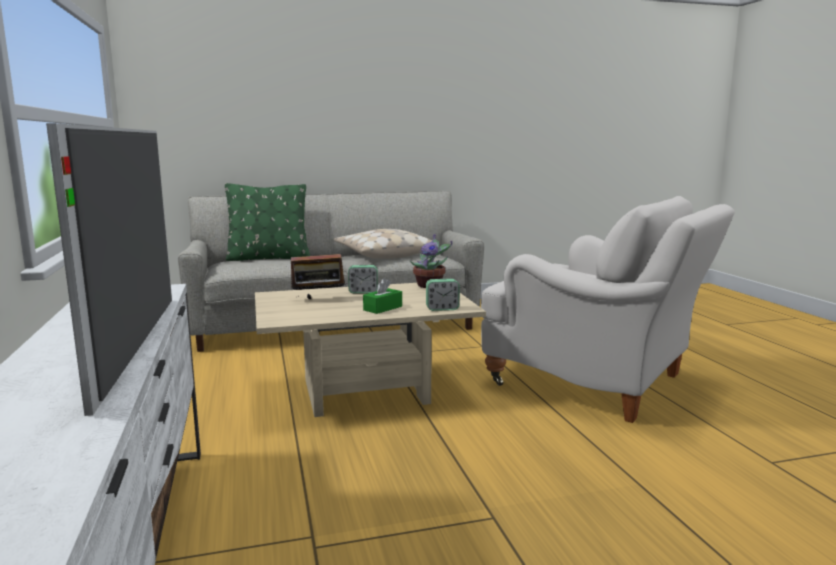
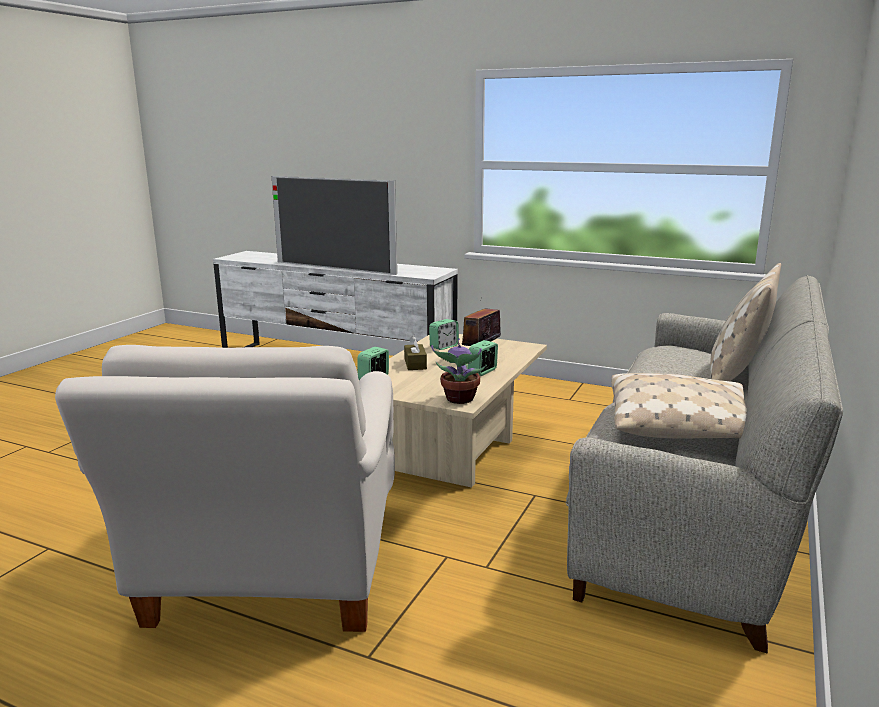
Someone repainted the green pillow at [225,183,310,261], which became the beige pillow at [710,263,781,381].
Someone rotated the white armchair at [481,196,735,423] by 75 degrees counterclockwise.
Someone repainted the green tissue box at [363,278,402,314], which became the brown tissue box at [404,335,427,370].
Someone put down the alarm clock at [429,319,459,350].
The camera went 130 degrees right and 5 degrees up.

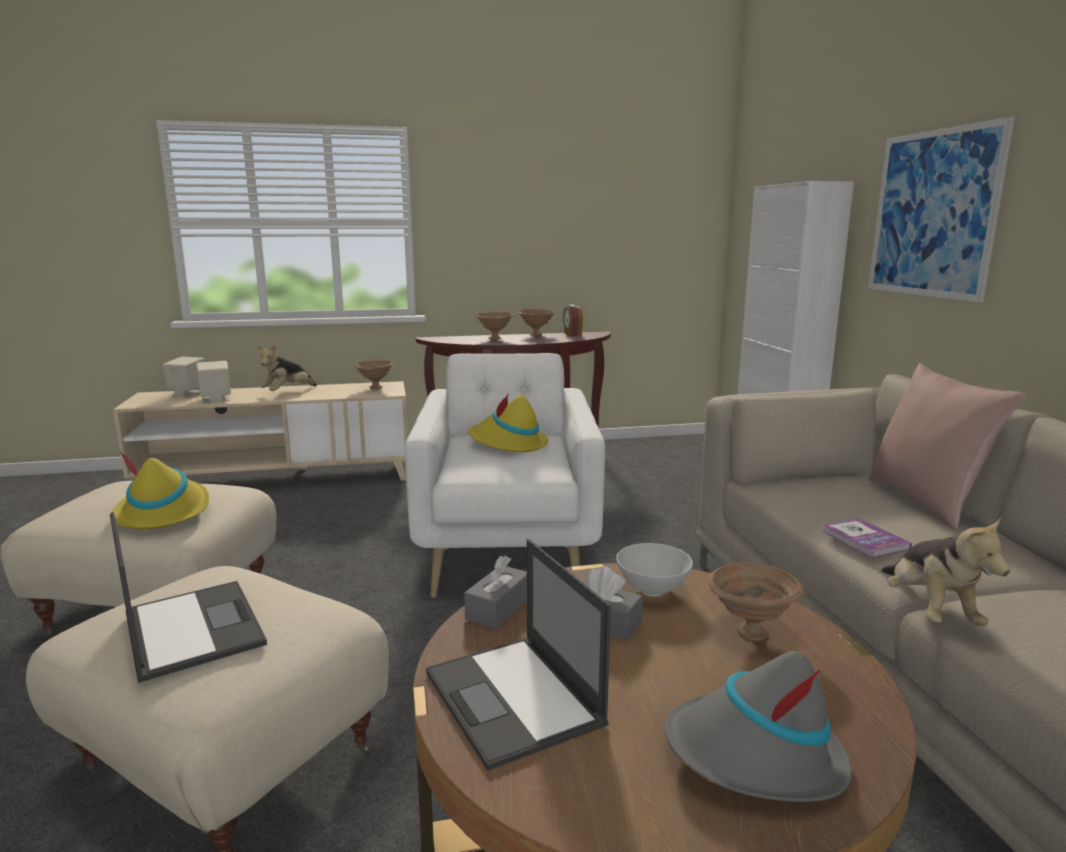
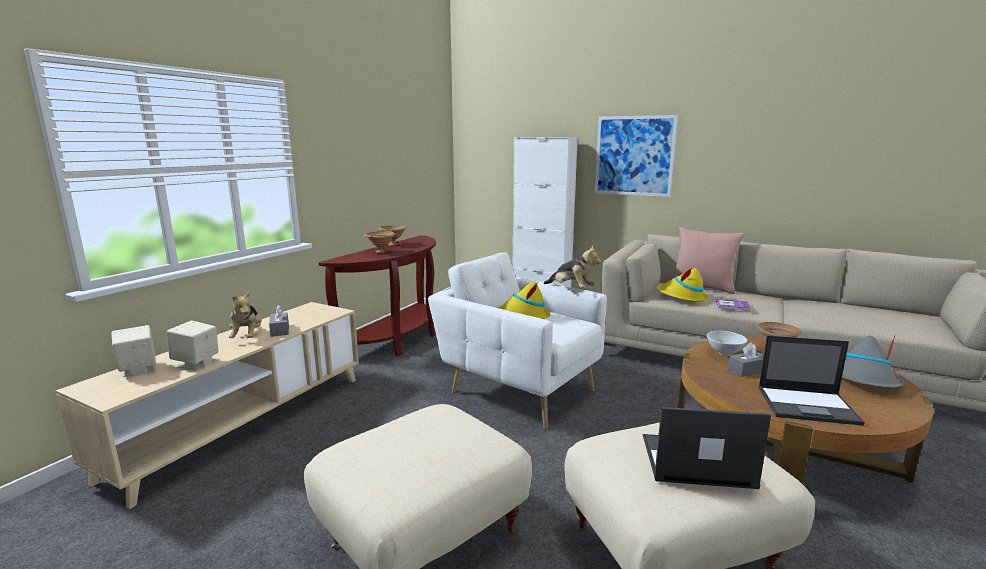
Someone took away the alarm clock at [563,305,583,336].
Someone took away the brown bowl at [354,360,394,389].
Someone carried the yellow hat from [111,451,209,529] to [657,267,708,302].
Someone carried the plush toy from [881,517,1010,626] to [543,245,602,288].
Someone carried the grey tissue box from [464,556,527,629] to [269,305,289,337].
The camera went 50 degrees left and 0 degrees up.

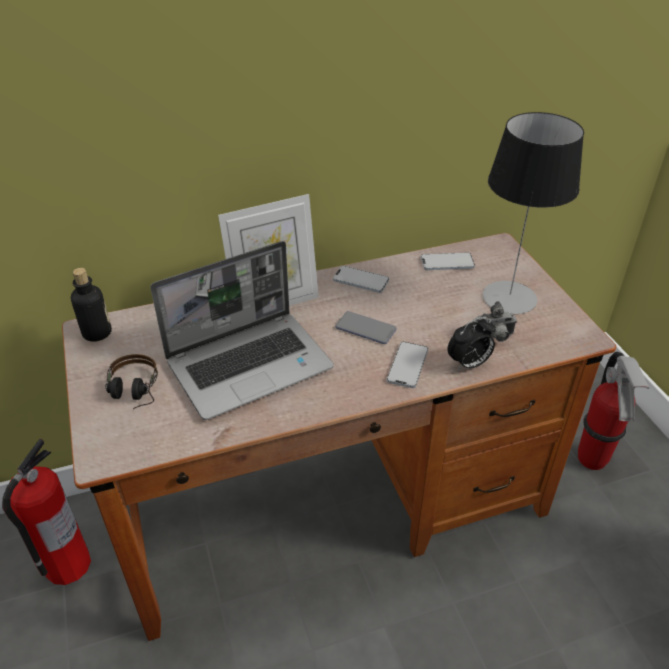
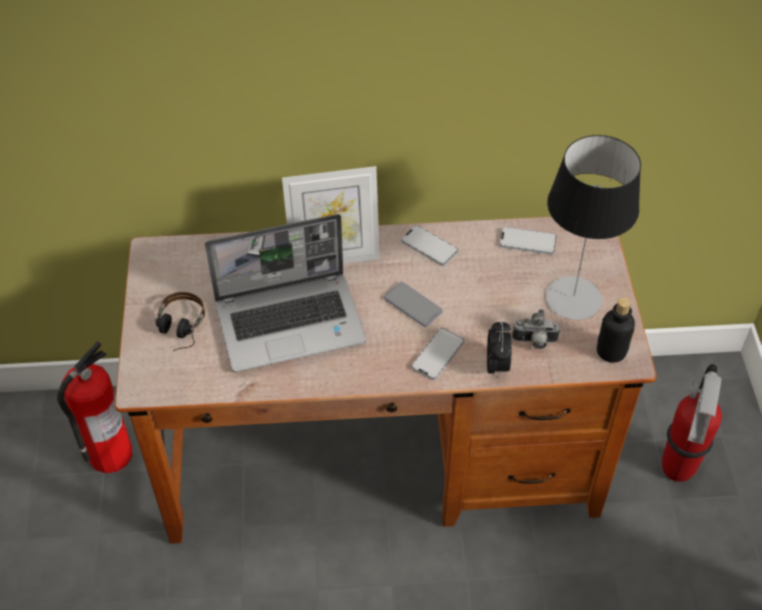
Someone carried the bottle from [71,268,112,342] to [597,298,635,363].
Someone rotated the alarm clock at [448,317,496,370] by 75 degrees counterclockwise.
The camera went 15 degrees right and 10 degrees up.

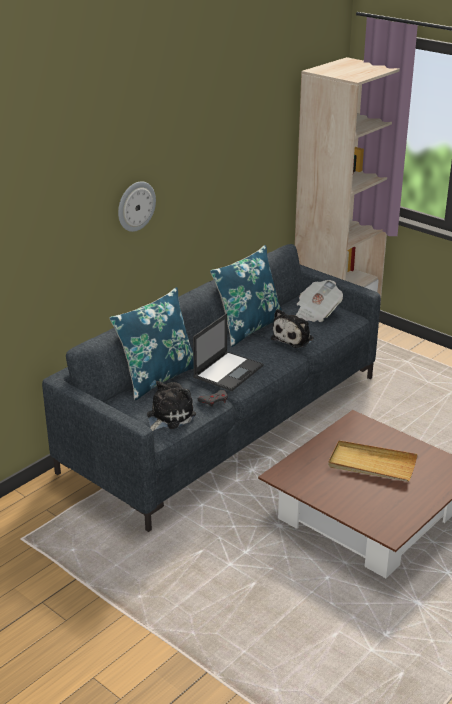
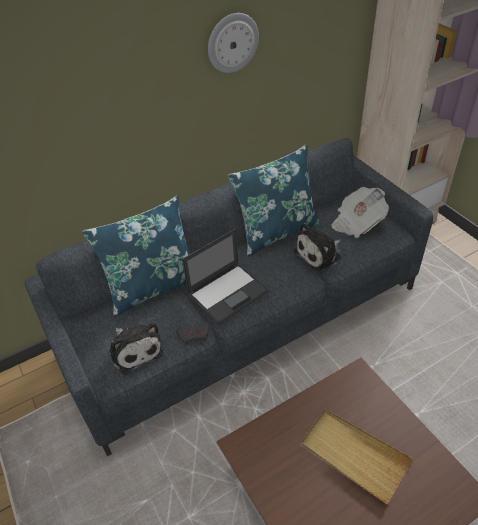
Someone carried the wall clock from [118,181,156,232] to [208,13,259,73].
Someone rotated the plush toy at [147,381,196,431] by 90 degrees clockwise.
The camera went 20 degrees right and 15 degrees up.

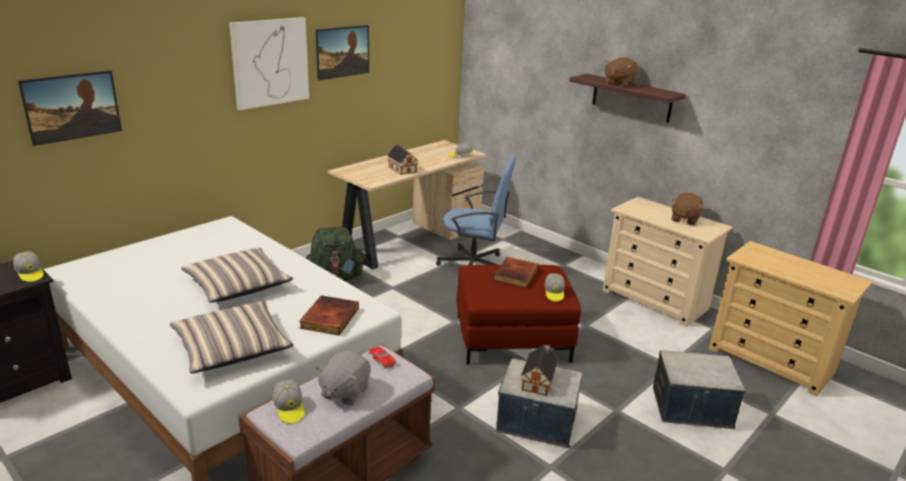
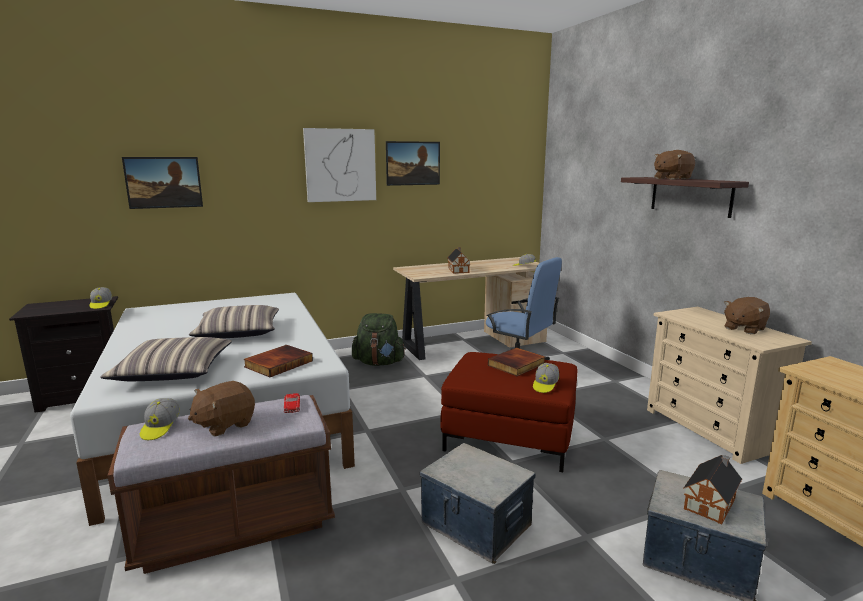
Someone carried the toy house from [521,345,558,396] to [683,455,742,525].
Someone repainted the grey plush toy at [316,351,371,405], which became the brown plush toy at [188,381,255,436].
The camera went 25 degrees right and 10 degrees down.

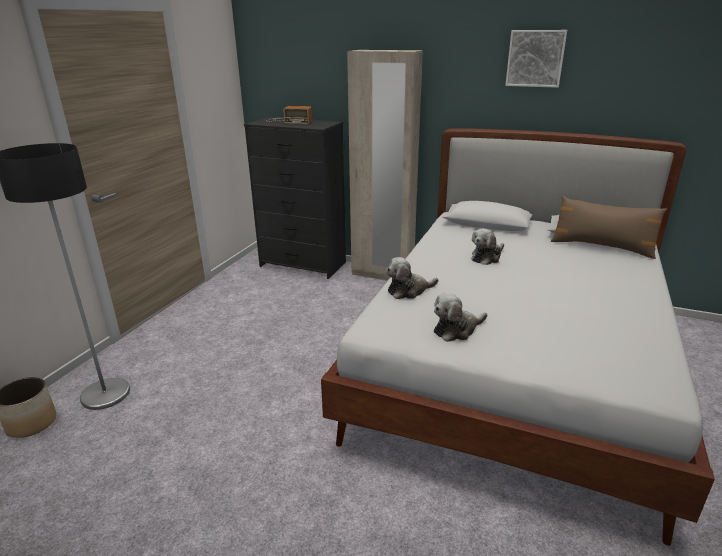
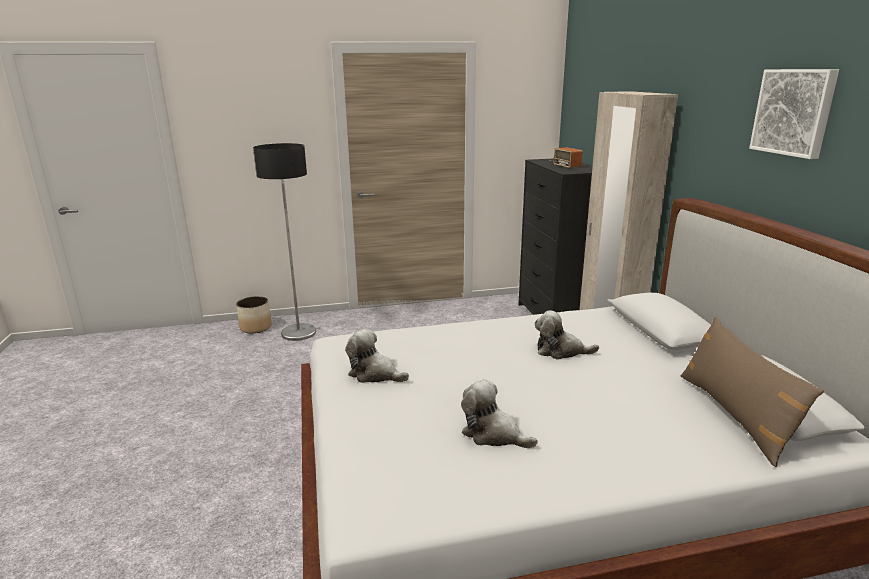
Someone carried the plush toy from [386,257,438,299] to [461,380,538,448].
The camera went 55 degrees right and 5 degrees down.

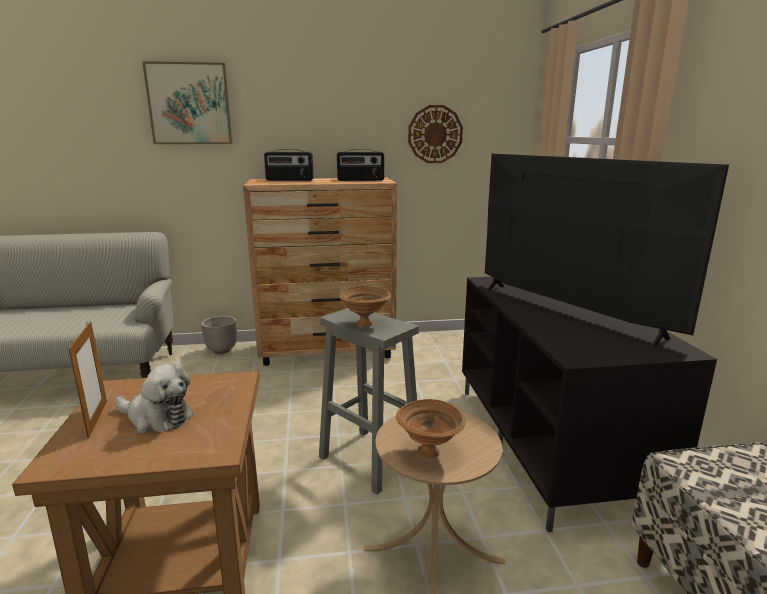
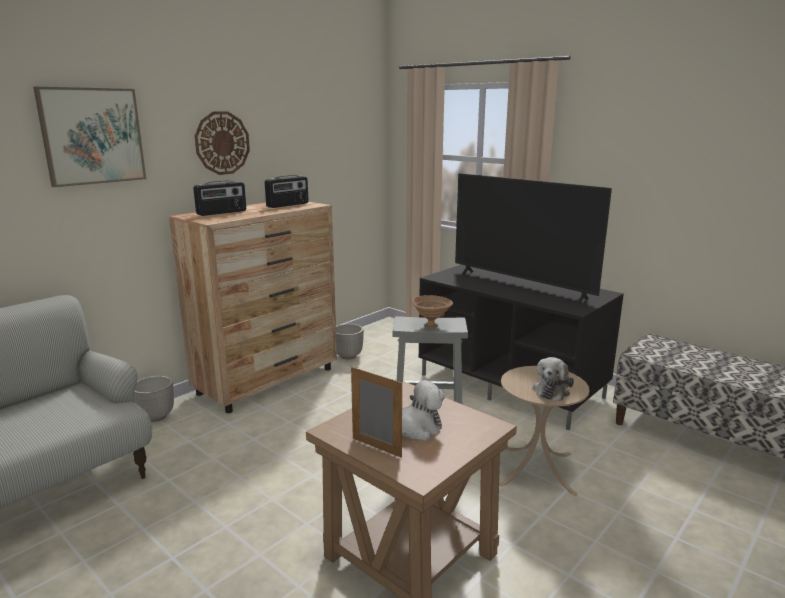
Someone carried the wall clock from [408,105,463,163] to [195,111,250,175].
Someone rotated the television at [485,153,729,347] by 150 degrees counterclockwise.
Someone swapped the brown bowl at [396,399,466,458] for the plush toy at [533,357,574,401].
Someone put down the planter at [336,324,364,359].
The camera went 40 degrees left and 0 degrees up.

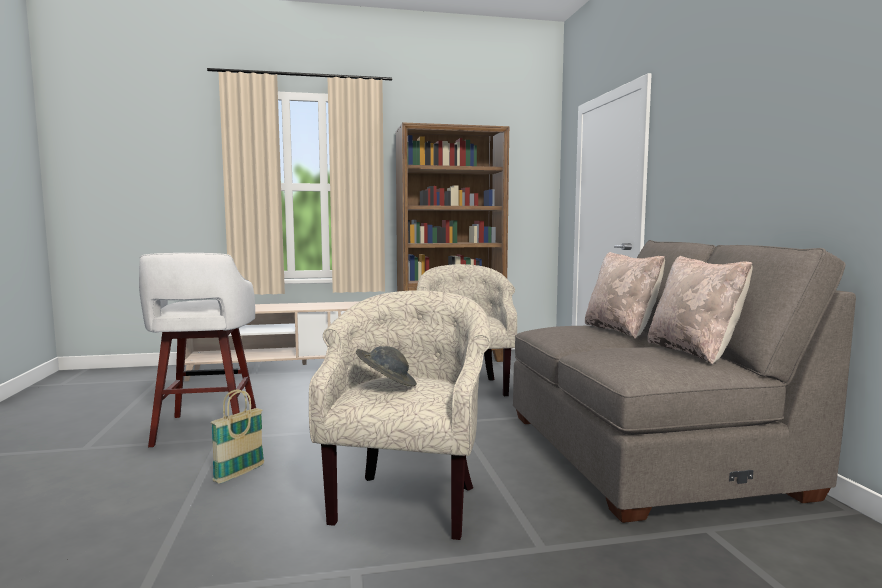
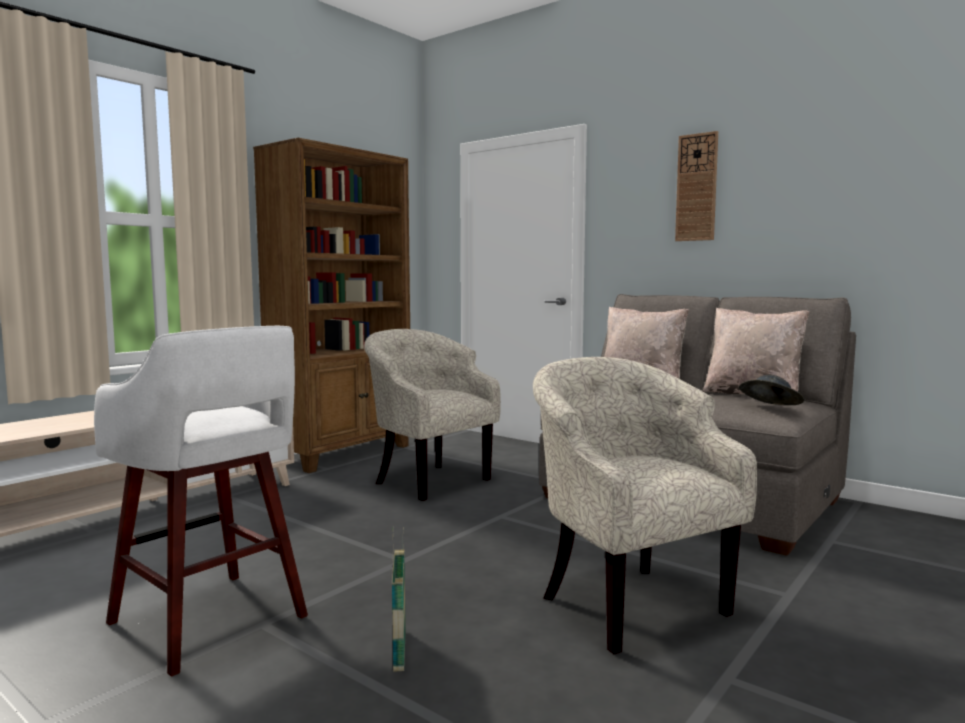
Someone carried the grey hat from [356,346,417,386] to [739,375,804,405].
Someone put up the wall clock at [675,131,718,241].
The camera went 40 degrees left and 0 degrees up.

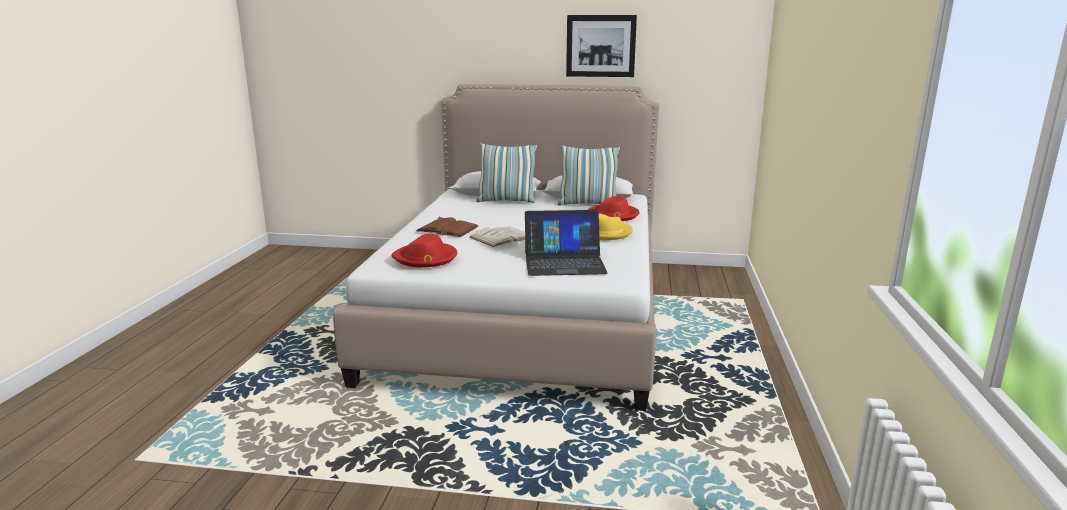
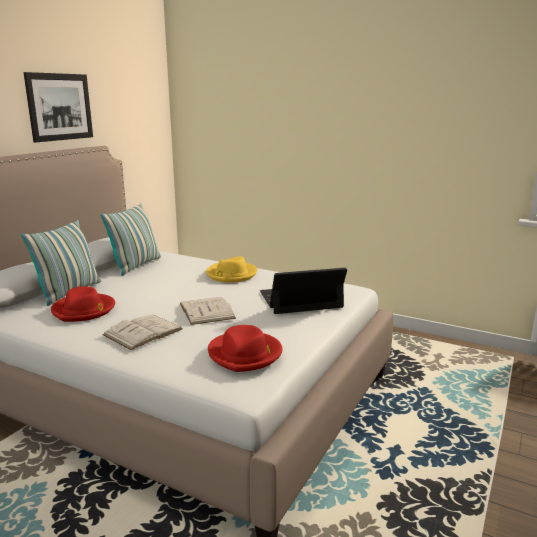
Someone carried the red hat from [588,196,639,221] to [51,286,115,322].
Someone rotated the laptop at [525,210,608,276] by 120 degrees counterclockwise.
Someone repainted the brown book at [416,217,479,237], which became the white book at [102,315,183,350].
The camera went 70 degrees left and 0 degrees up.

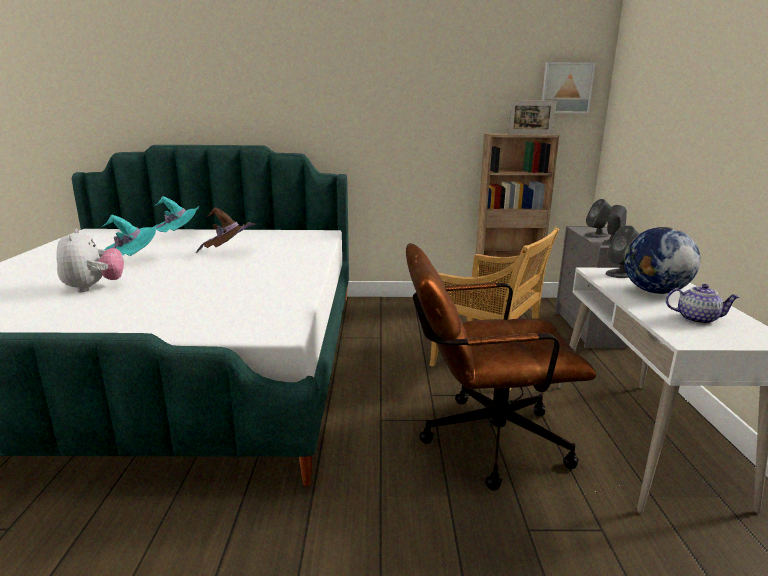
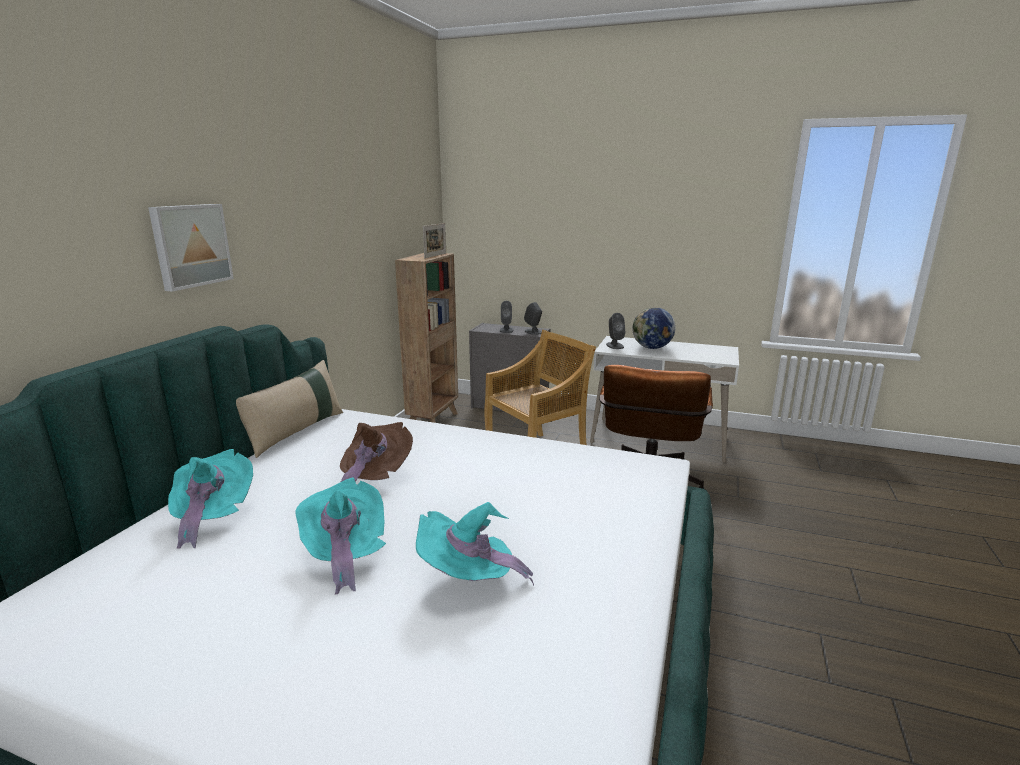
Someone carried the picture from [542,62,595,113] to [148,204,234,292].
Someone swapped the plush toy at [56,229,124,292] for the turquoise hat at [416,502,534,586].
Someone took away the teapot at [666,284,740,324].
Someone put down the beige pillow at [236,360,343,458].
The camera went 70 degrees left and 0 degrees up.

